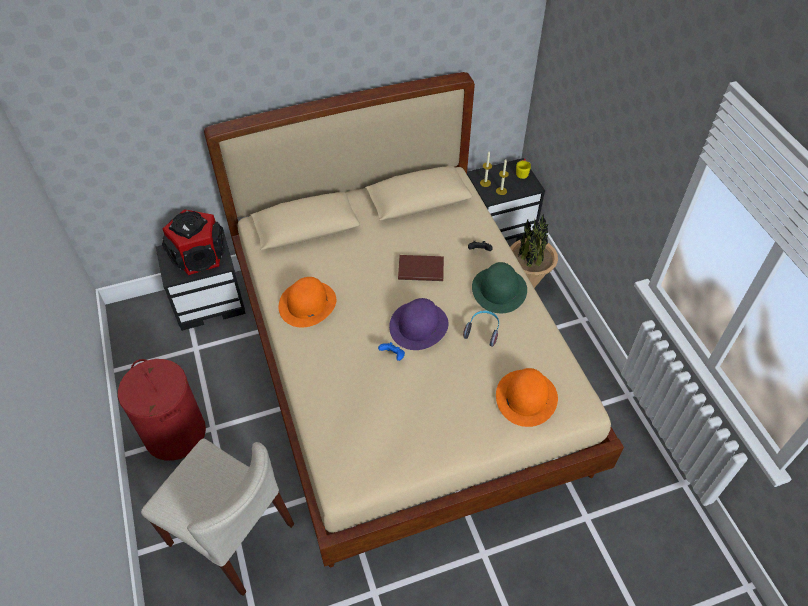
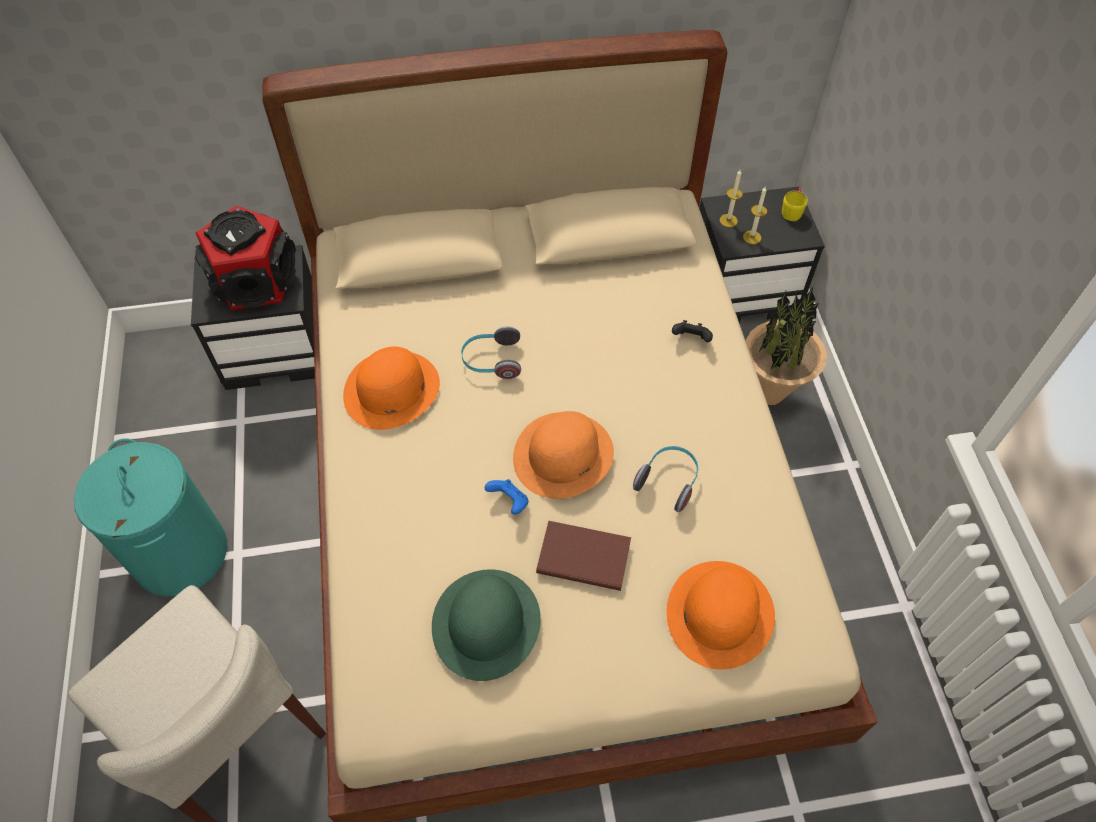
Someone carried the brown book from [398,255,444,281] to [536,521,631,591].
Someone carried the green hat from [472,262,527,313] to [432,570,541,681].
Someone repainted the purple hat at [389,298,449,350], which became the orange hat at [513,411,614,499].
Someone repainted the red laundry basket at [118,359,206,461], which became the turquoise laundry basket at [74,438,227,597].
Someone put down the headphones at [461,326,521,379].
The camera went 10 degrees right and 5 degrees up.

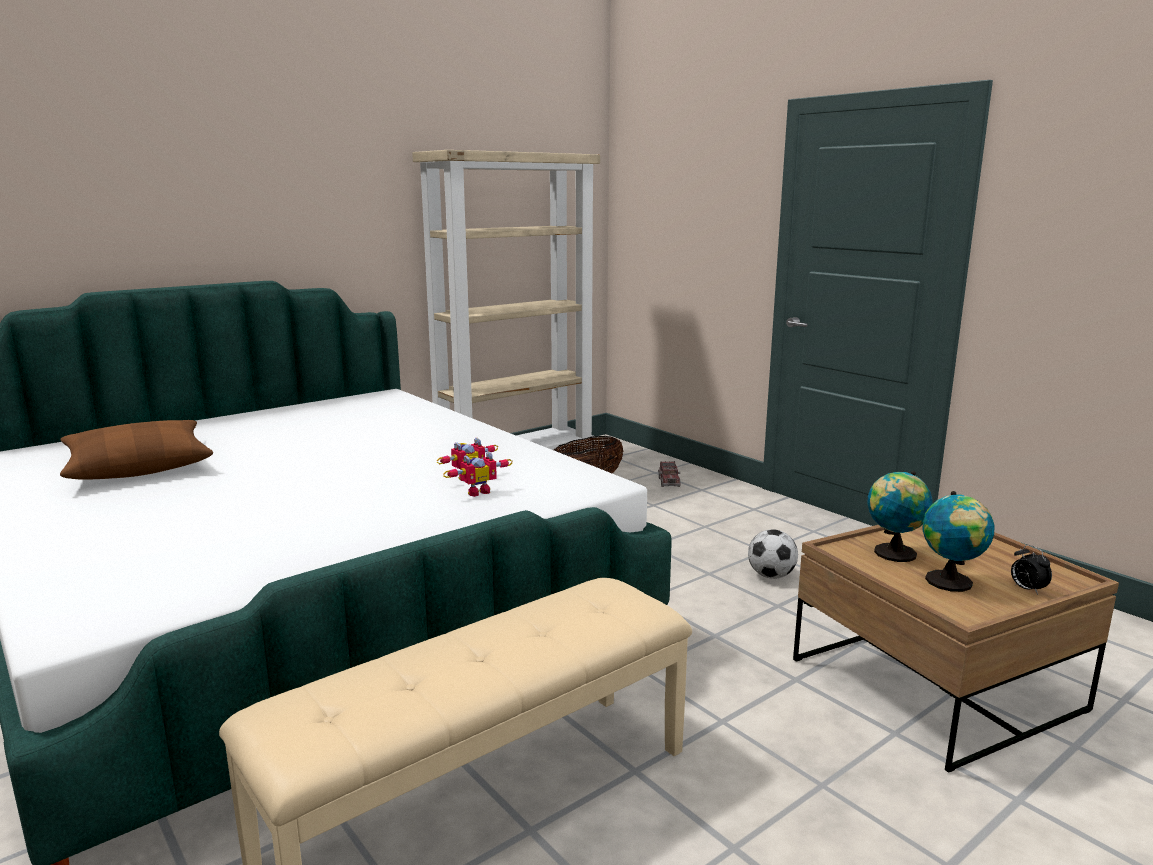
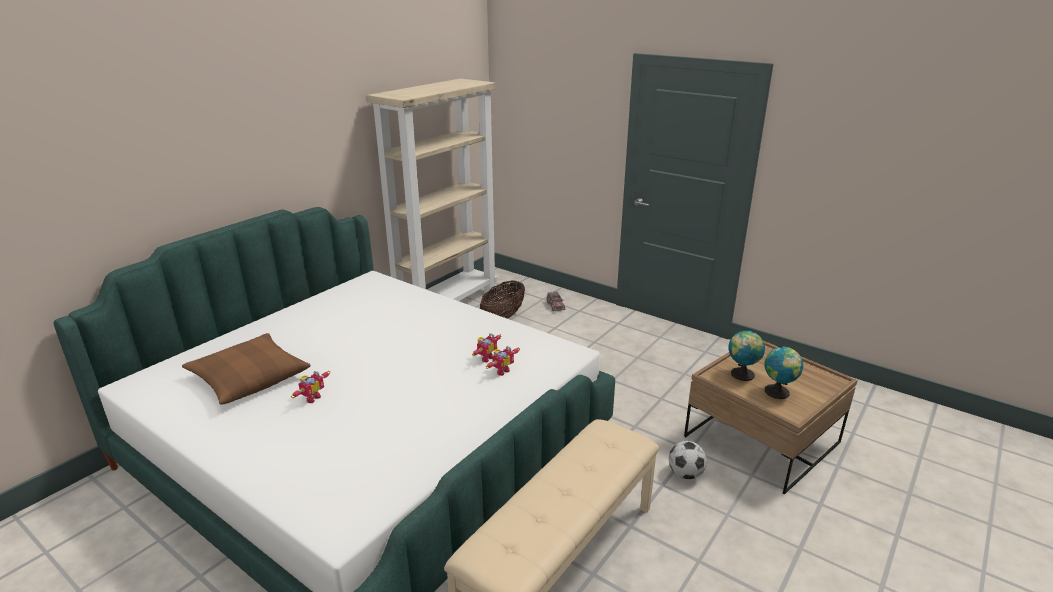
Someone carried the football from [748,529,798,579] to [669,441,707,479].
Someone took away the alarm clock at [1011,545,1052,595].
Someone put down the toy robot at [291,371,331,403].
The camera went 15 degrees left and 10 degrees up.

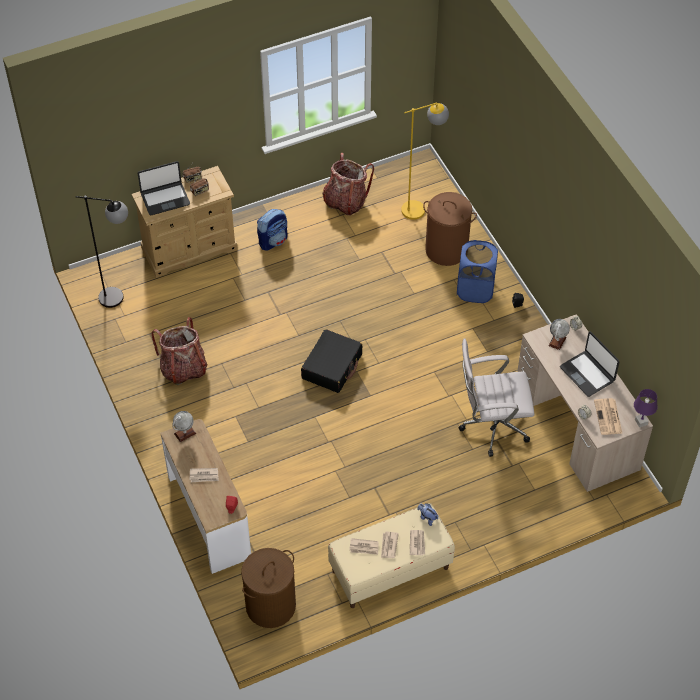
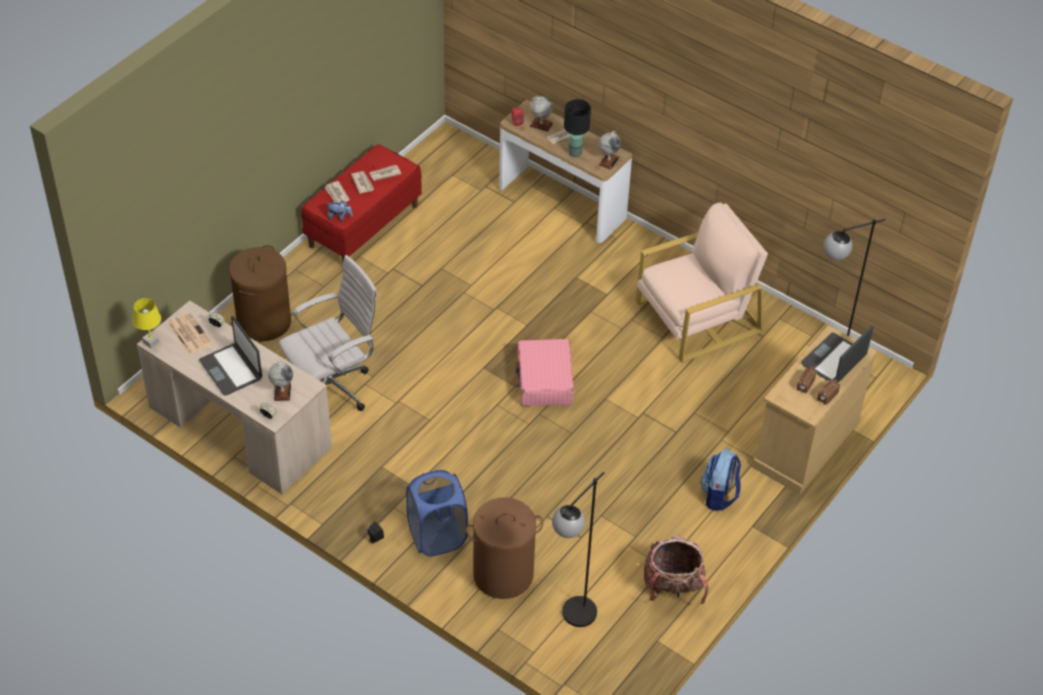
Someone repainted the yellow floor lamp at [401,103,449,220], which became the black floor lamp at [552,472,604,627].
Someone swapped the backpack at [151,317,208,385] for the beige armchair at [635,202,768,363].
Someone repainted the black suitcase at [301,329,362,393], which became the pink suitcase at [515,339,574,406].
Someone rotated the laptop at [560,331,619,397] by 150 degrees counterclockwise.
Someone repainted the purple table lamp at [634,389,658,427], which became the yellow table lamp at [133,298,161,348].
Someone repainted the beige bench at [328,503,455,608], which became the red bench at [301,144,422,261].
Someone carried the brown laundry basket from [241,548,296,628] to [229,245,291,341].
Someone put down the globe at [530,96,553,132].
Someone put down the black table lamp at [564,99,591,157].
The camera went 150 degrees right and 5 degrees down.

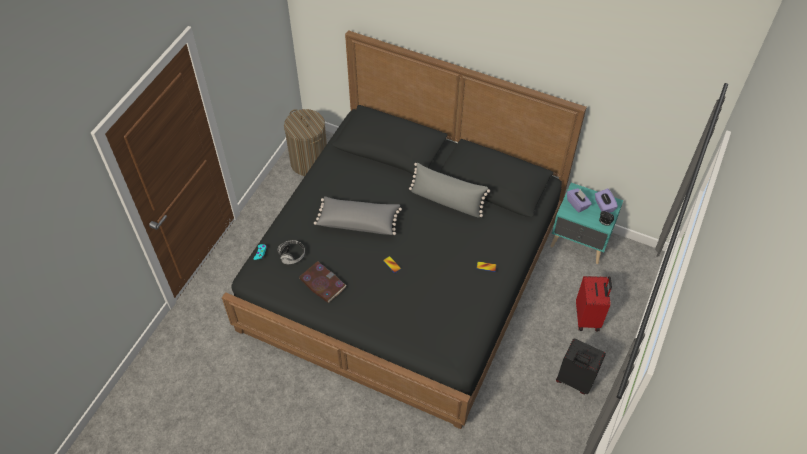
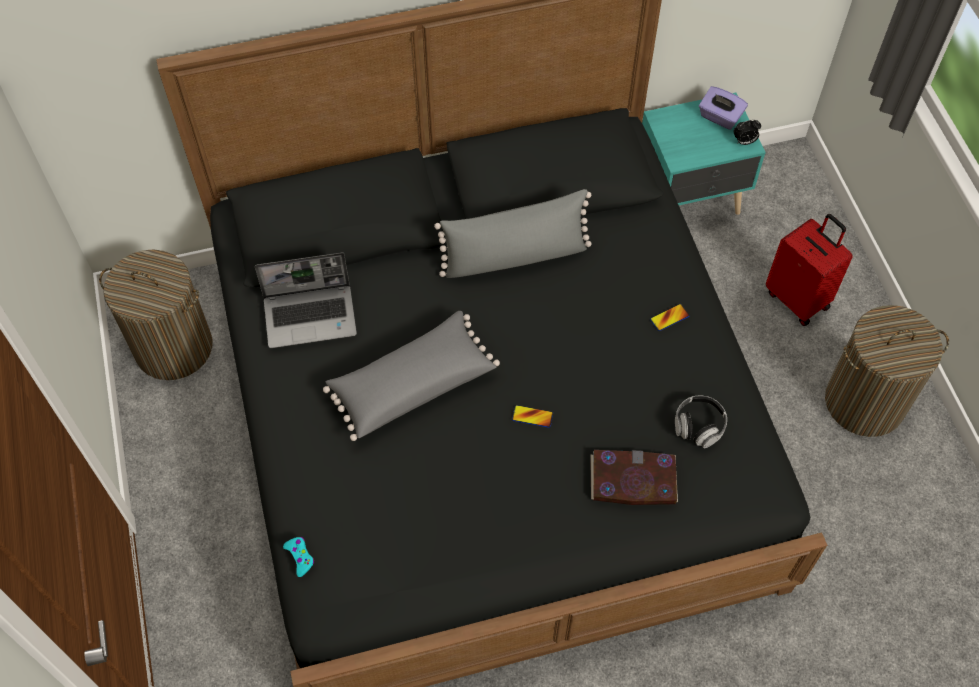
Someone took away the purple tissue box at [567,188,592,213].
Someone carried the headphones from [277,240,305,265] to [675,396,727,448].
Someone carried the book from [299,261,347,303] to [590,450,678,505].
Someone swapped the black suitcase at [556,338,606,394] for the laundry basket at [825,305,949,437].
Someone put down the laptop at [255,252,357,348].
The camera went 40 degrees left and 5 degrees up.

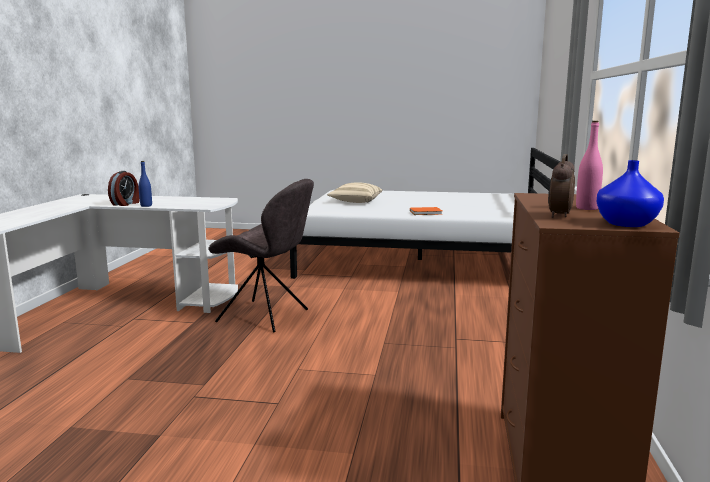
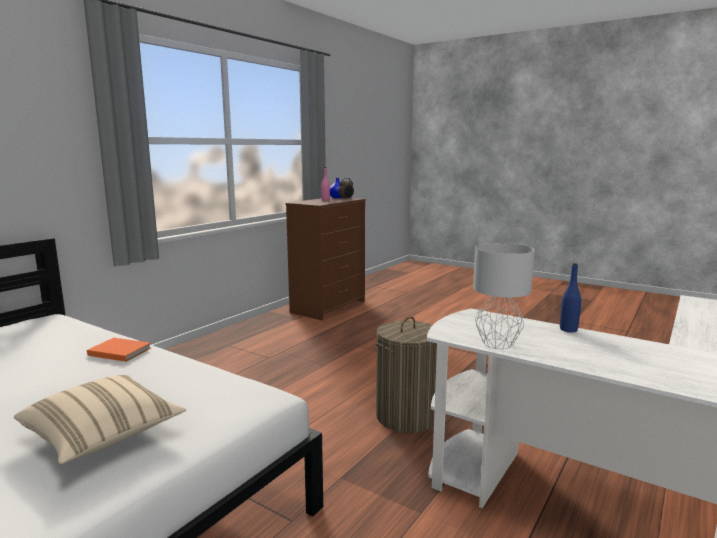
Someone took away the alarm clock at [108,171,140,206].
Someone swapped the grey chair at [208,179,314,332] for the laundry basket at [376,317,437,433].
Someone put down the grey table lamp at [473,243,535,349].
The camera went 155 degrees left and 0 degrees up.

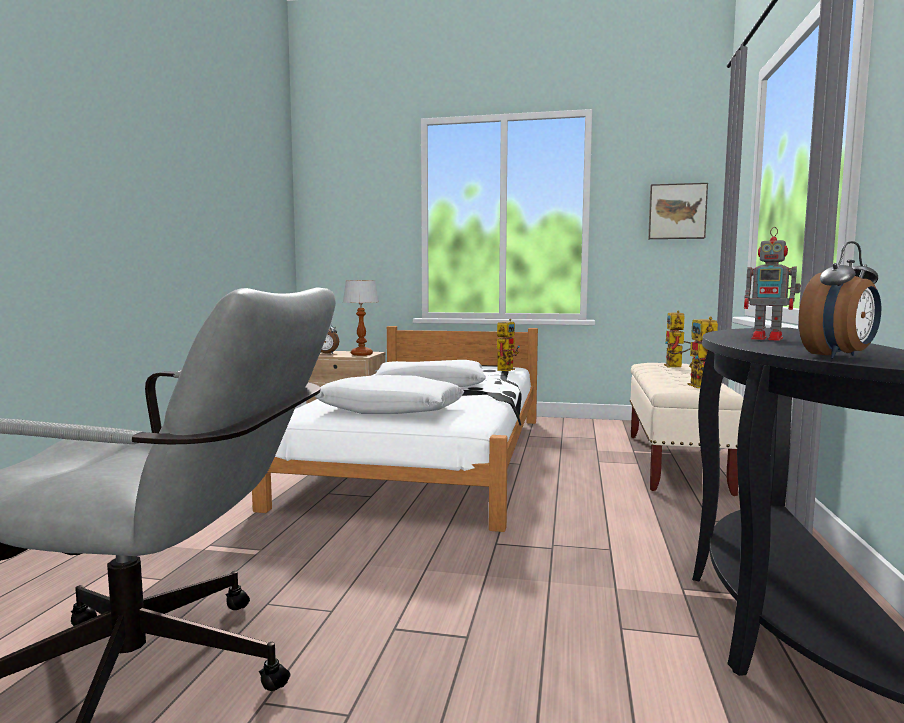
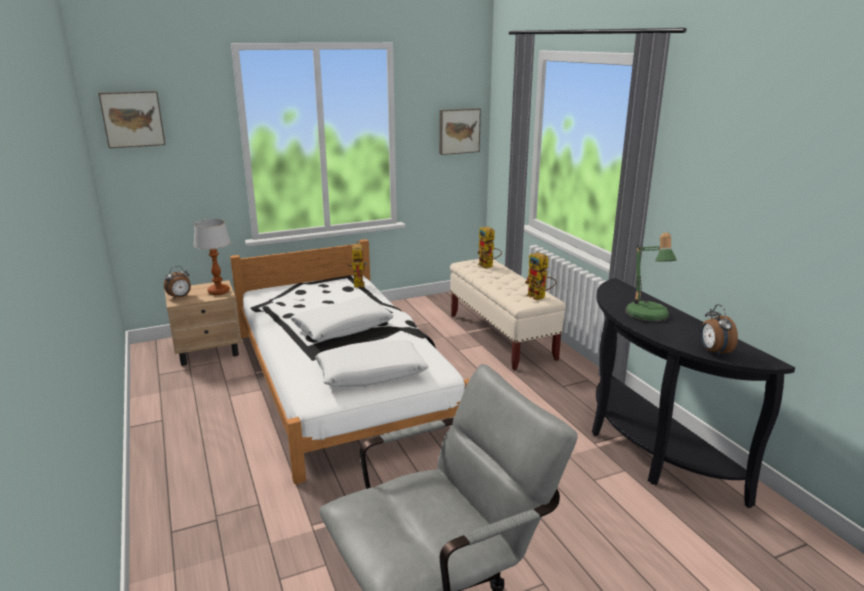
Someone swapped the toy robot at [744,227,801,341] for the table lamp at [625,232,677,323].
Someone rotated the alarm clock at [799,241,881,359] by 150 degrees clockwise.
Someone put up the picture at [98,91,166,148].
The camera went 35 degrees left and 15 degrees up.

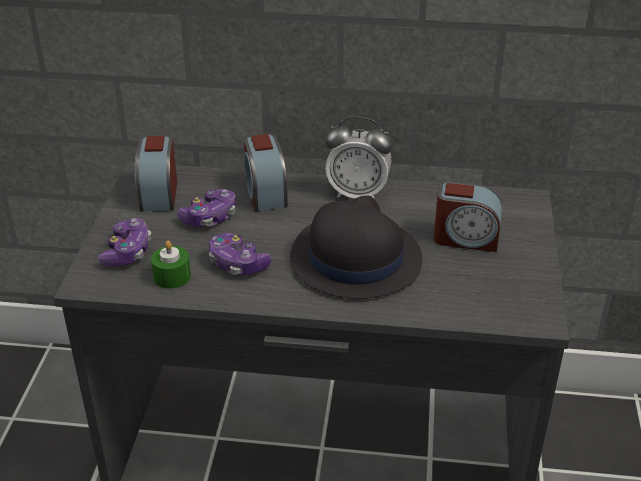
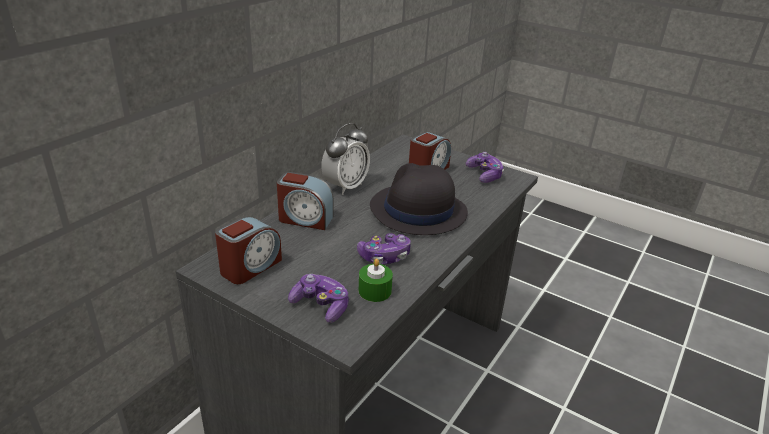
Someone rotated the alarm clock at [135,135,177,212] by 75 degrees counterclockwise.
Someone carried the game controller from [177,189,236,227] to [466,152,504,183].
The camera went 65 degrees left and 5 degrees down.

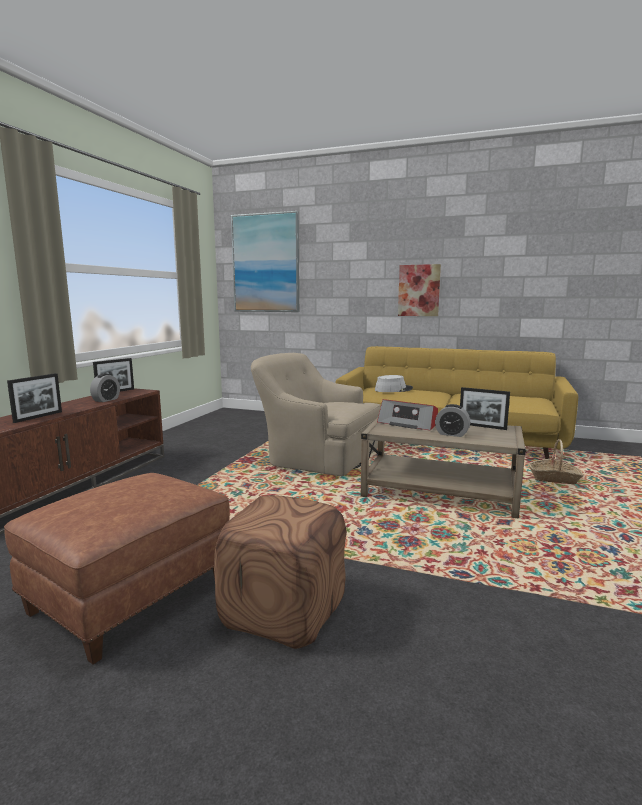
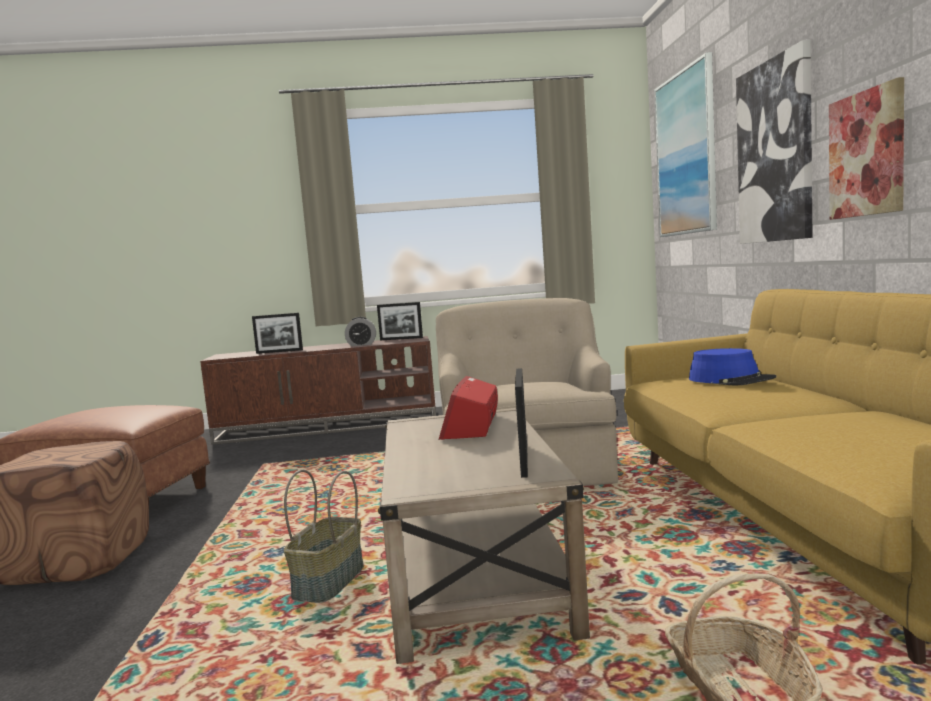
Someone repainted the grey hat at [375,375,413,392], which became the blue hat at [689,348,777,385].
Someone took away the alarm clock at [435,404,470,437].
Someone put up the picture at [736,39,813,244].
Someone put down the basket at [284,470,363,603].
The camera went 65 degrees right and 5 degrees down.

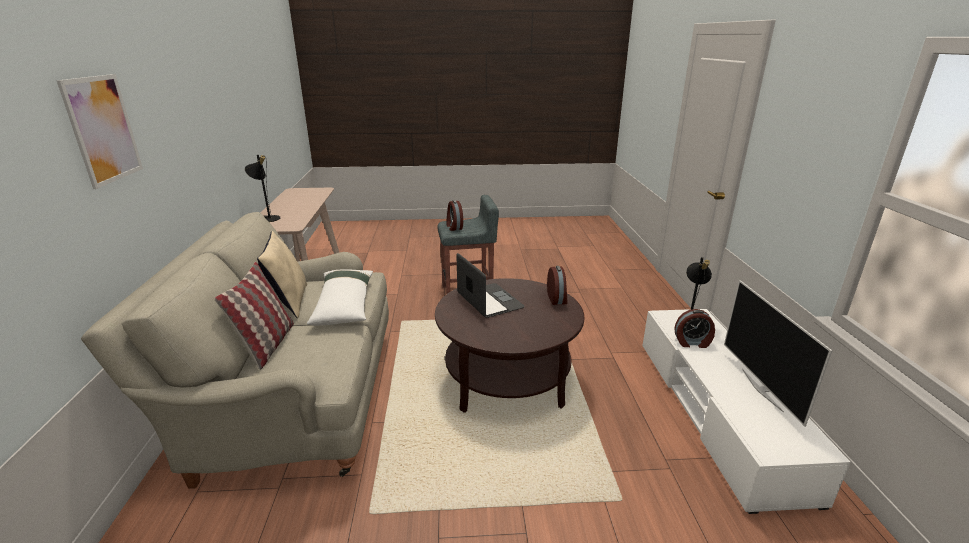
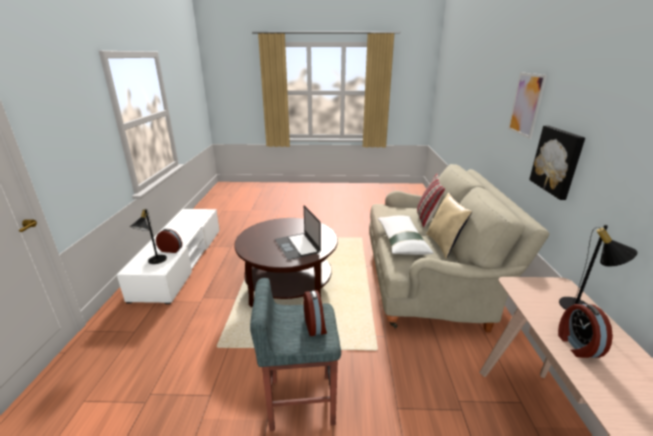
Someone carried the alarm clock from [547,266,568,305] to [558,304,613,358].
Someone took away the television at [724,280,832,427].
Someone put up the picture at [529,125,585,200].
The camera went 175 degrees left and 0 degrees up.

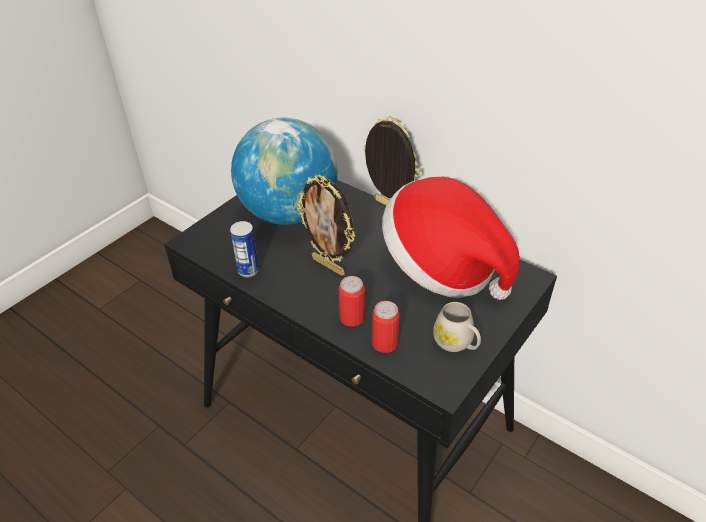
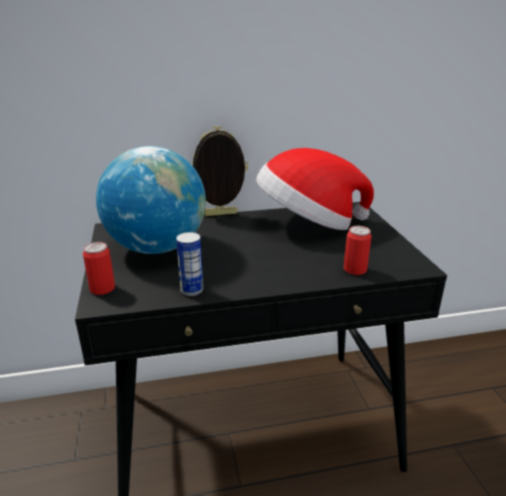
Someone took away the picture frame at [296,175,355,276].
Someone carried the can from [339,276,365,326] to [83,242,115,295].
Someone took away the white mug at [433,302,481,352].
The camera went 50 degrees left and 15 degrees down.

